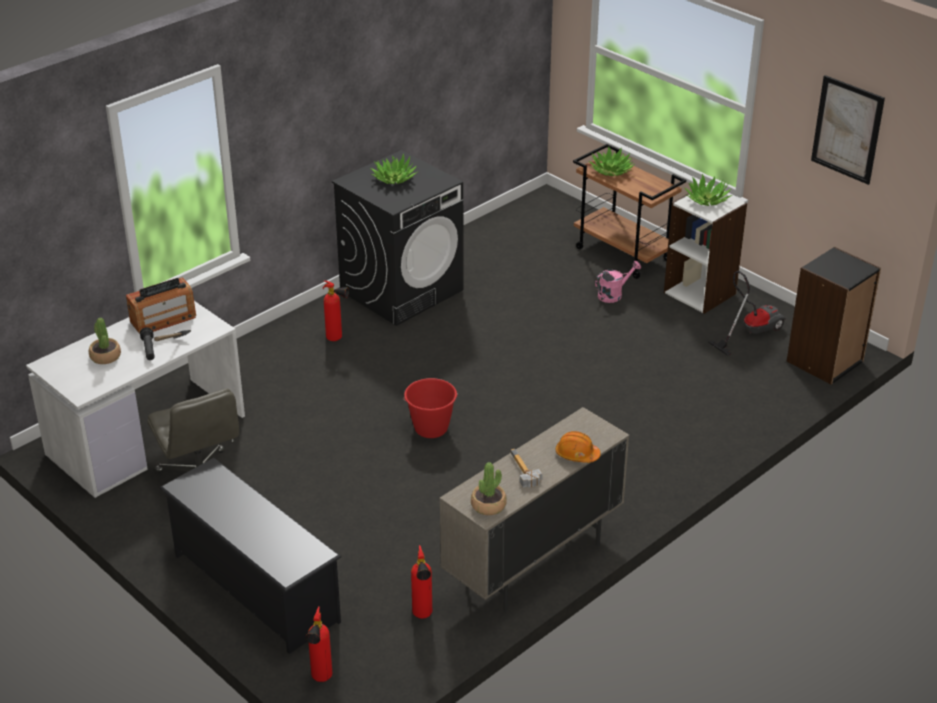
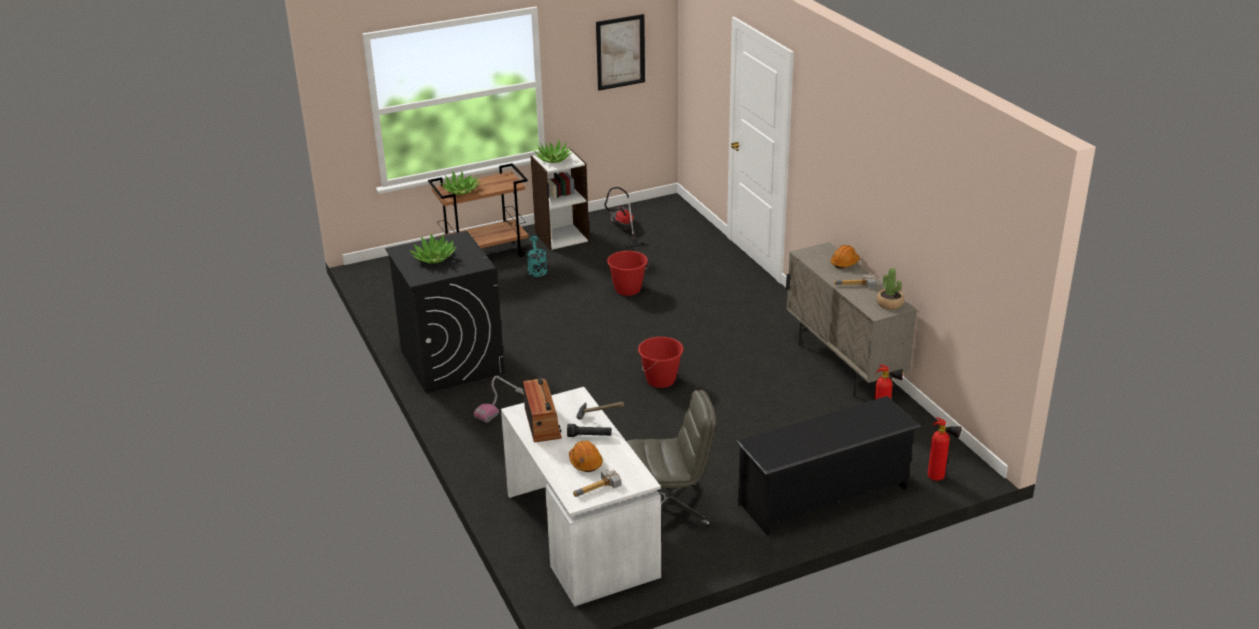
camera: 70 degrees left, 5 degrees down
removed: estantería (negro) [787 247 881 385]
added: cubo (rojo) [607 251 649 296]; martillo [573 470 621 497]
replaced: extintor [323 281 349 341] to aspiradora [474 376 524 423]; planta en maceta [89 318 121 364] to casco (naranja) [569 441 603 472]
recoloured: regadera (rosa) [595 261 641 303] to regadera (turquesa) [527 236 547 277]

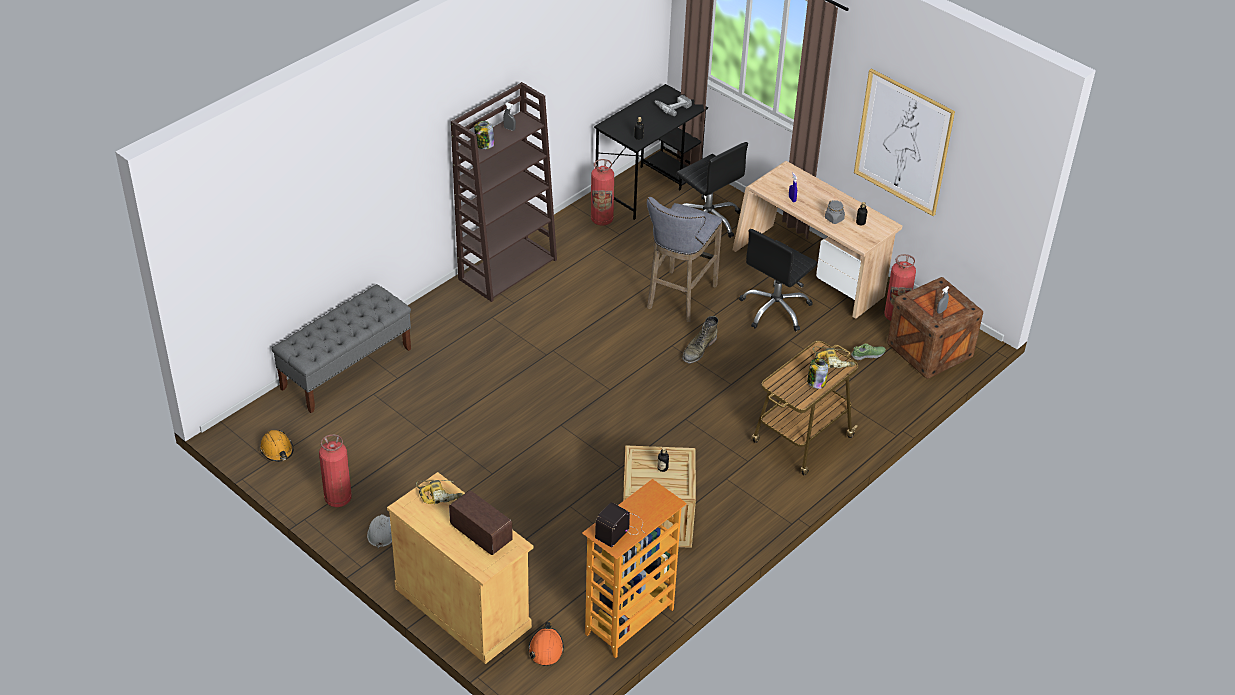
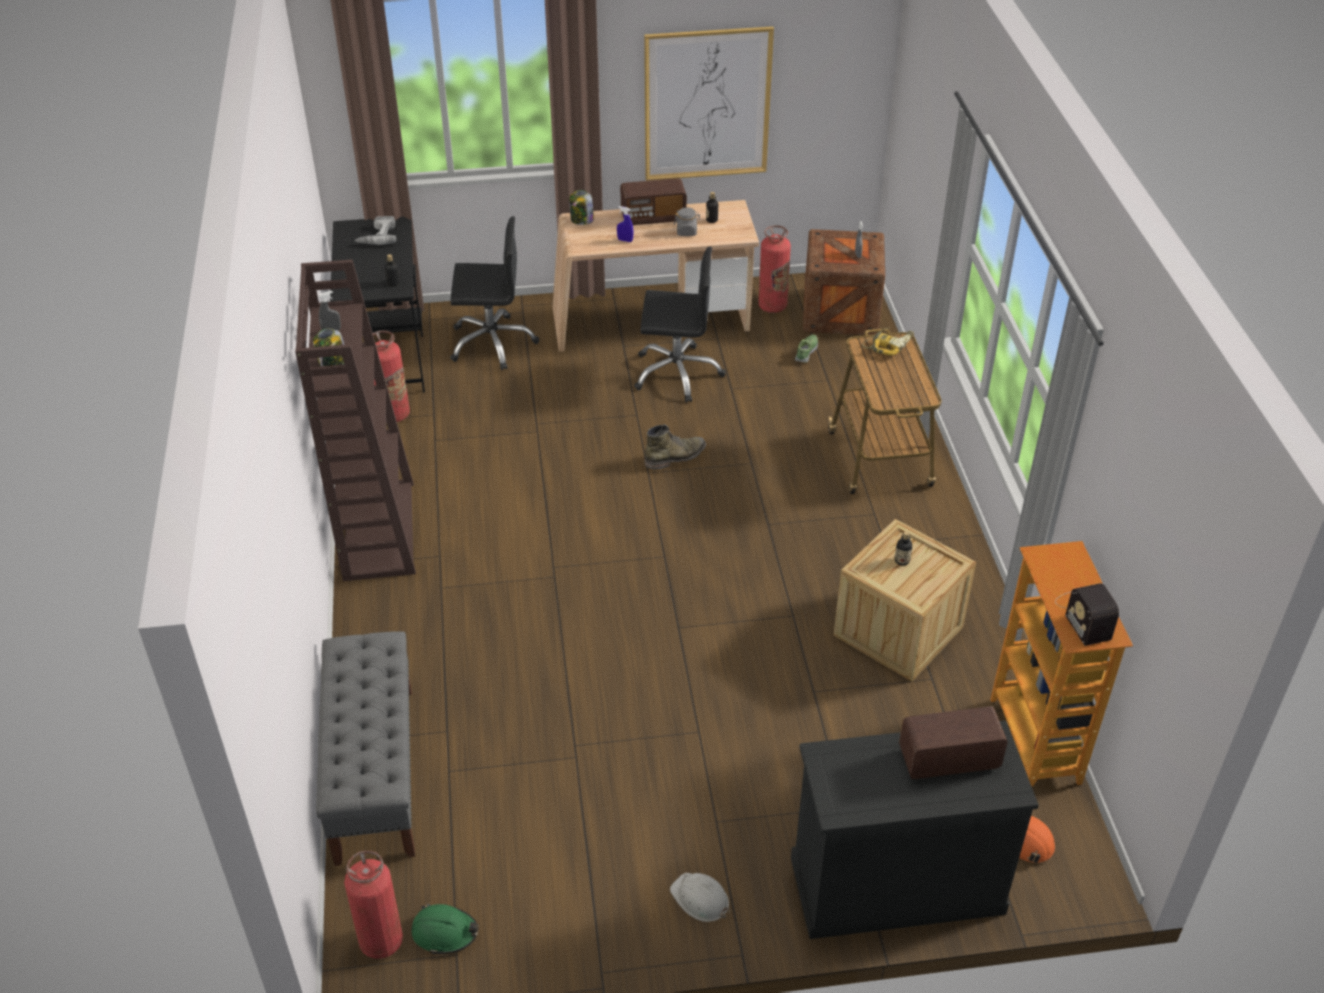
camera: 50 degrees left, 0 degrees up
removed: taburete (gris) [647 197 723 322]; taladro [416 480 464 504]
added: radio [620 178 687 225]
moved: tarro [807 358 828 389] to [569 190 594 225]; extintor [319 434 352 507] to [344 851 403 959]
recoloured: casco (naranja) [260 430 293 462] to casco (verde) [411 903 479 954]; armario (beis) [387 472 534 664] to armario (negro) [791 721 1039 939]
turned: silla de oficina (negro) [739 229 817 331] = [634 246 726 403] 75 degrees counterclockwise; bota (verde) [682 316 718 364] = [644 424 706 469] 105 degrees counterclockwise

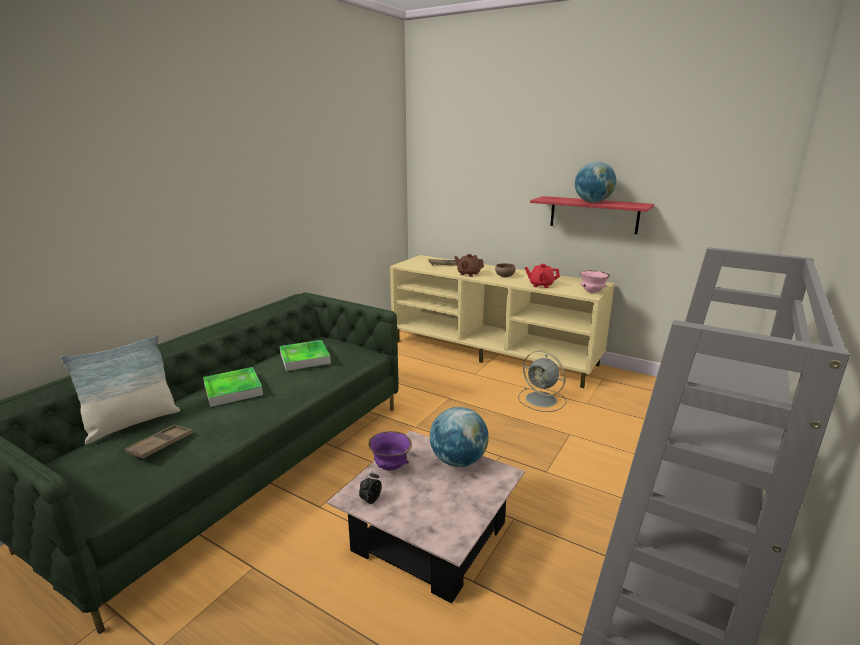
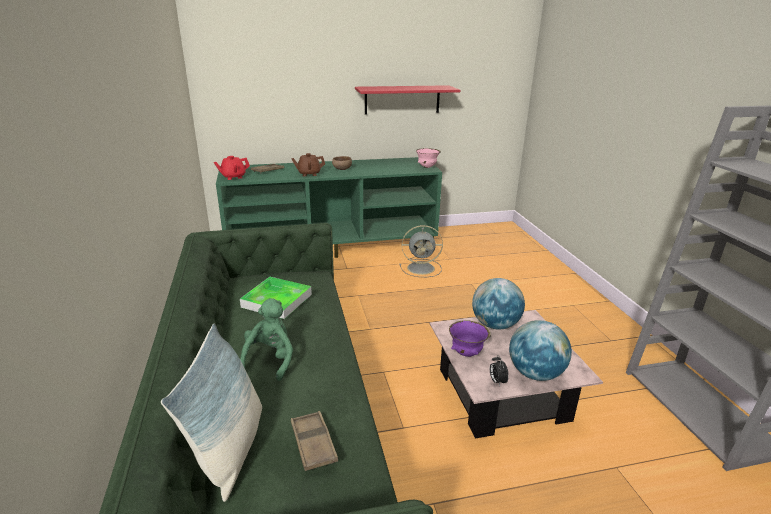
camera: 45 degrees left, 5 degrees up
moved: globo terráqueo [575 161 616 203] to [509 320 572 381]; tetera (rojo) [525 264 560 288] to [214 156 250 180]
replaced: bandeja [203 367 263 407] to peluche (verde) [240 298 293 381]
recoloured: mueble de televisión (beis) [390 255 615 388] to mueble de televisión (verde) [216 157 442 258]

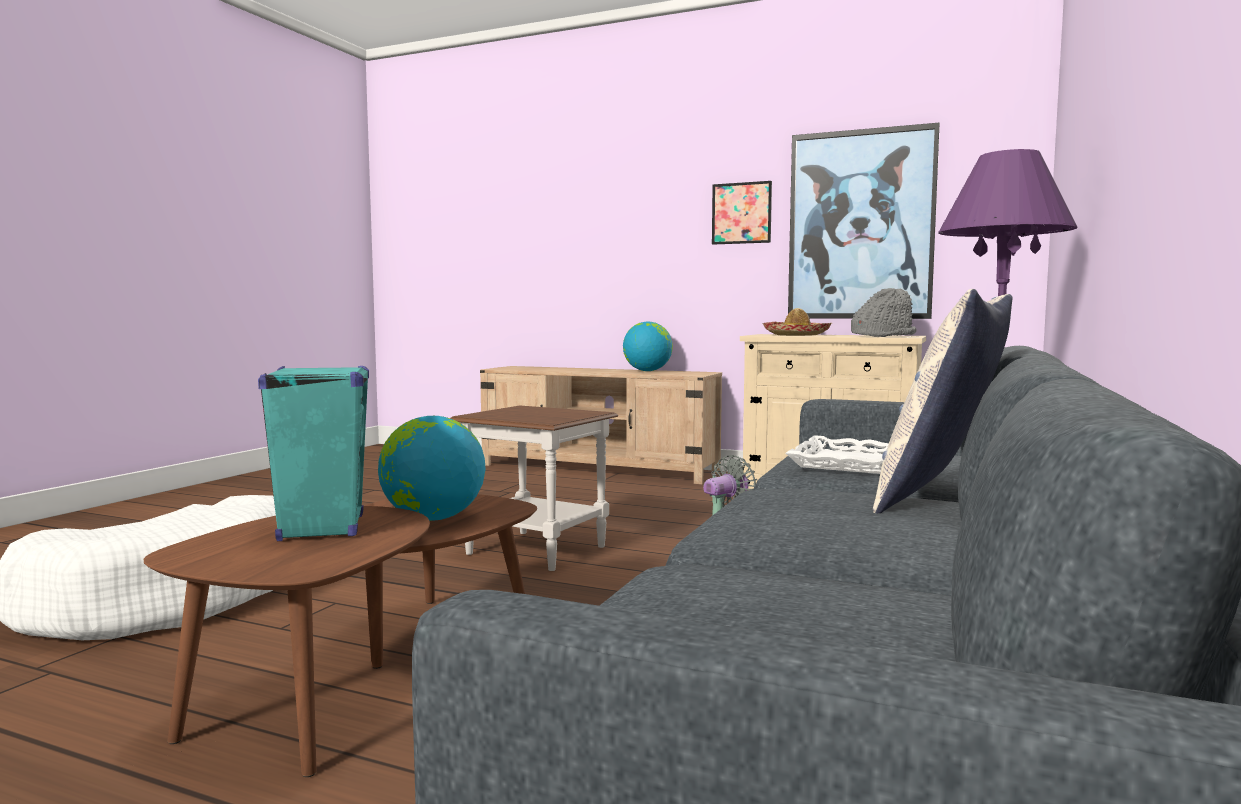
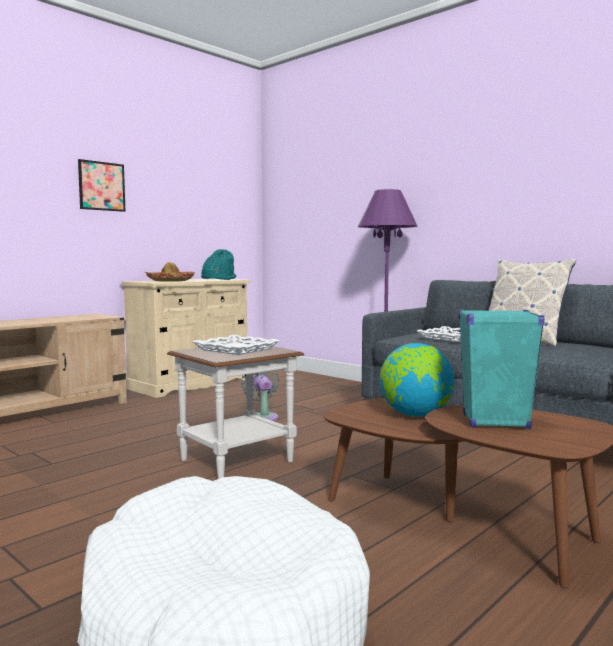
camera: 70 degrees left, 0 degrees up
removed: cuadro [788 122 940 319]; globo terráqueo [623 322 673 371]
added: bandeja (blanco) [193 335 279 355]
recoloured: sombrero (gris) [851 288 917 337] to sombrero (turquesa) [201 249 236 280]

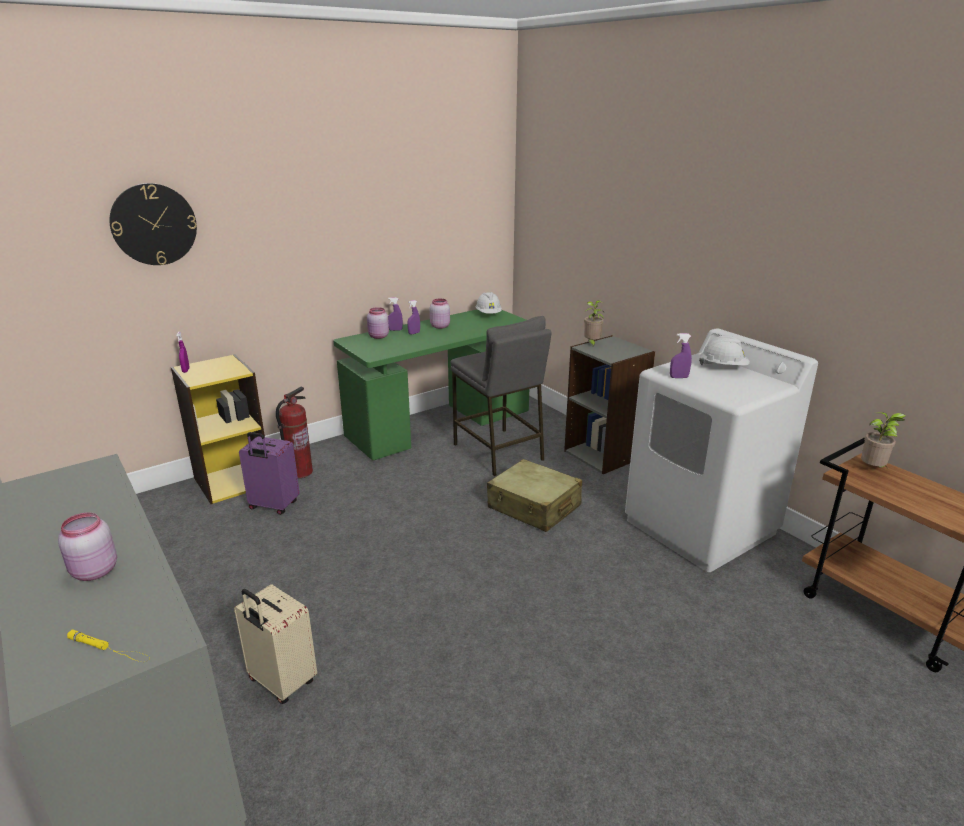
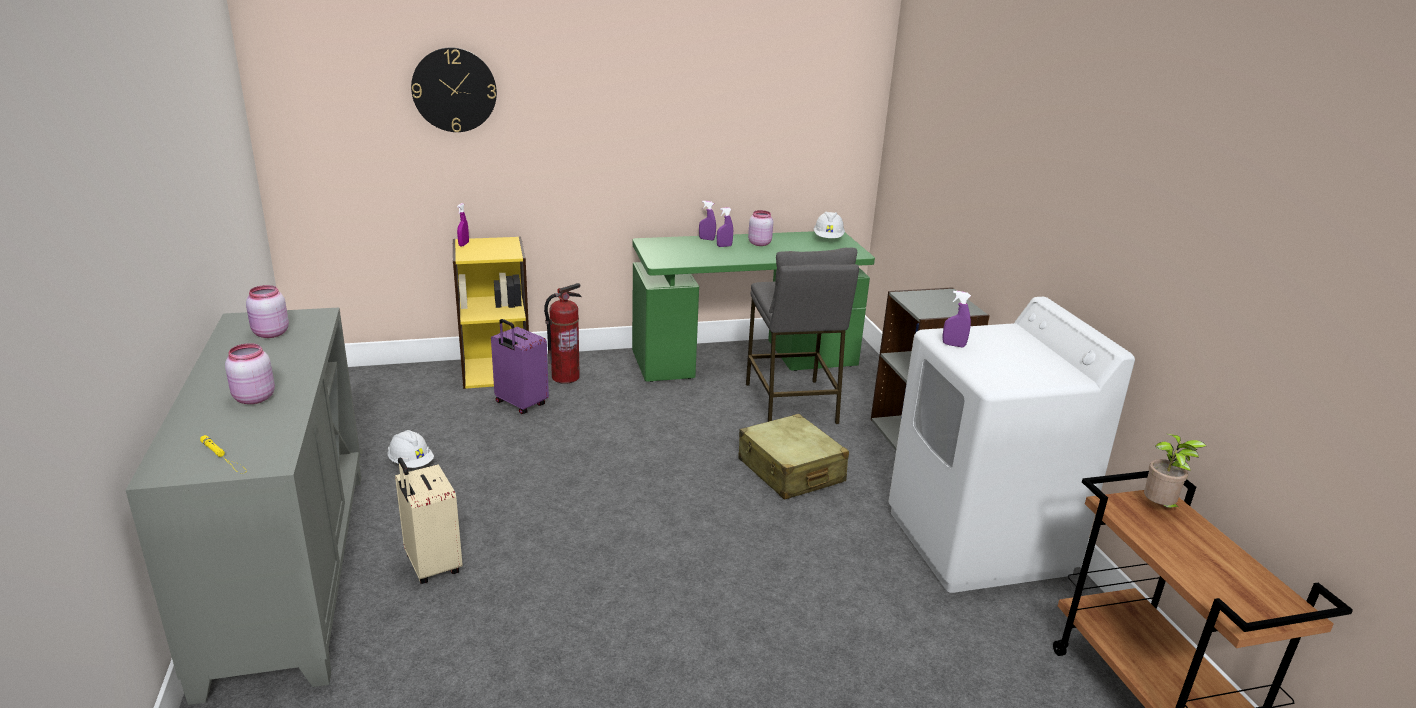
camera: 20 degrees right, 0 degrees up
removed: planta en maceta [584 300 604 346]
moved: tarro (rosa) [367 307 389 339] to [246 285 289 338]; casco (blanco) [699 336 750 366] to [388 430 434 468]

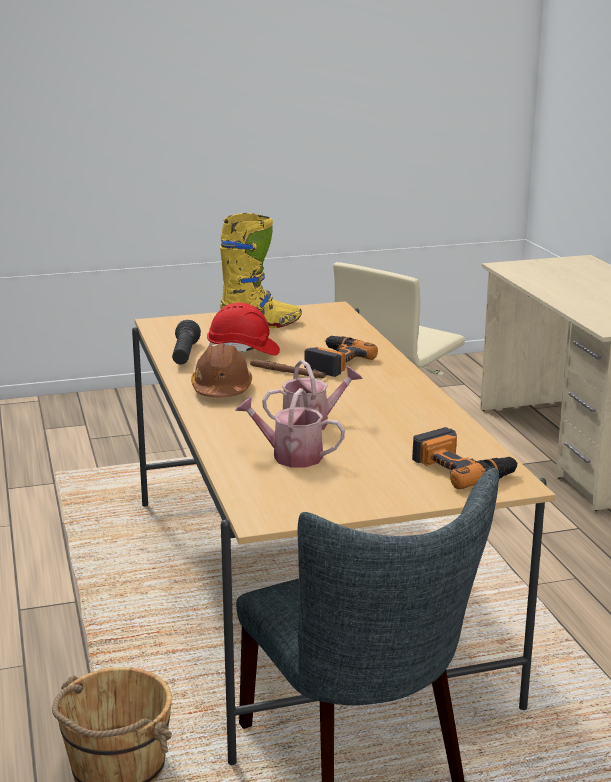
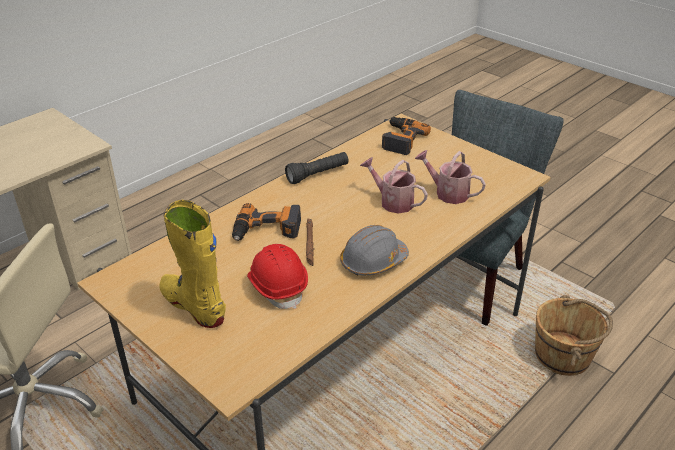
camera: 120 degrees left, 15 degrees up
moved: linterna (negro) [172 320 201 365] to [285 152 348 184]
recoloured: casco (marrón) [191 343 252 397] to casco (gris) [340 225 409 276]
turned: regadera [235 388 345 467] = [415 150 486 204] 135 degrees clockwise

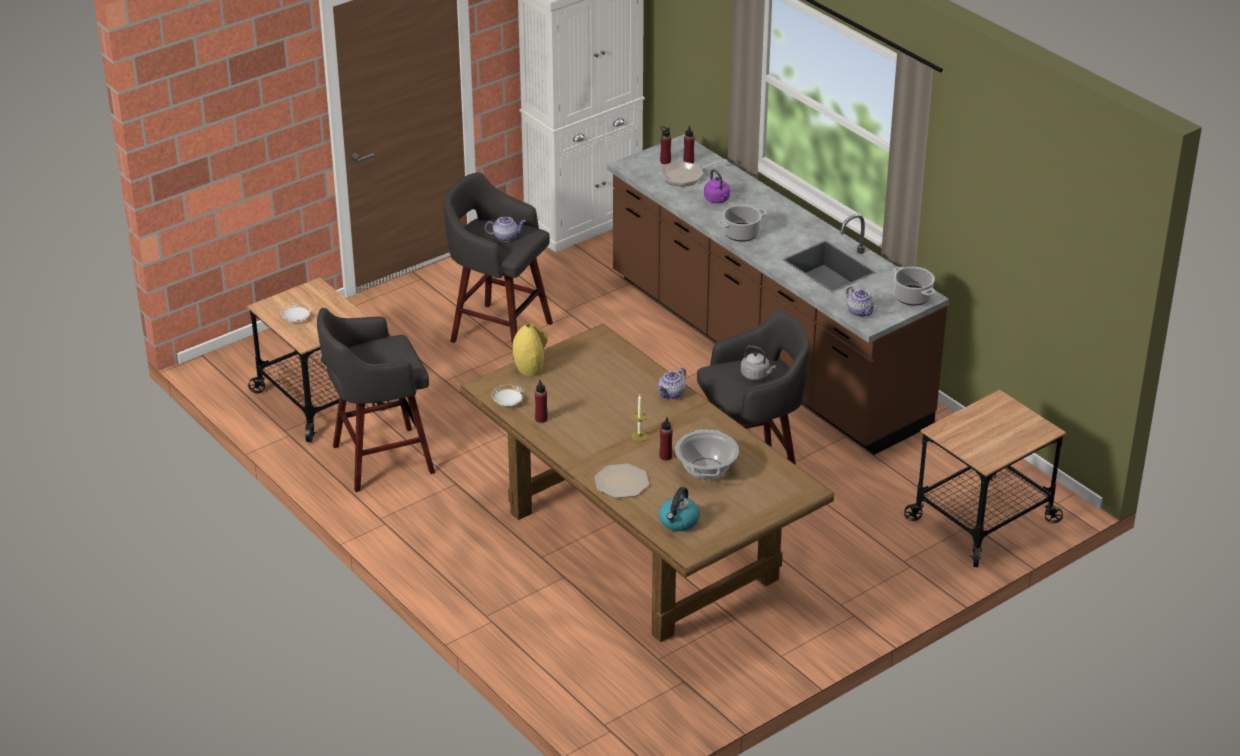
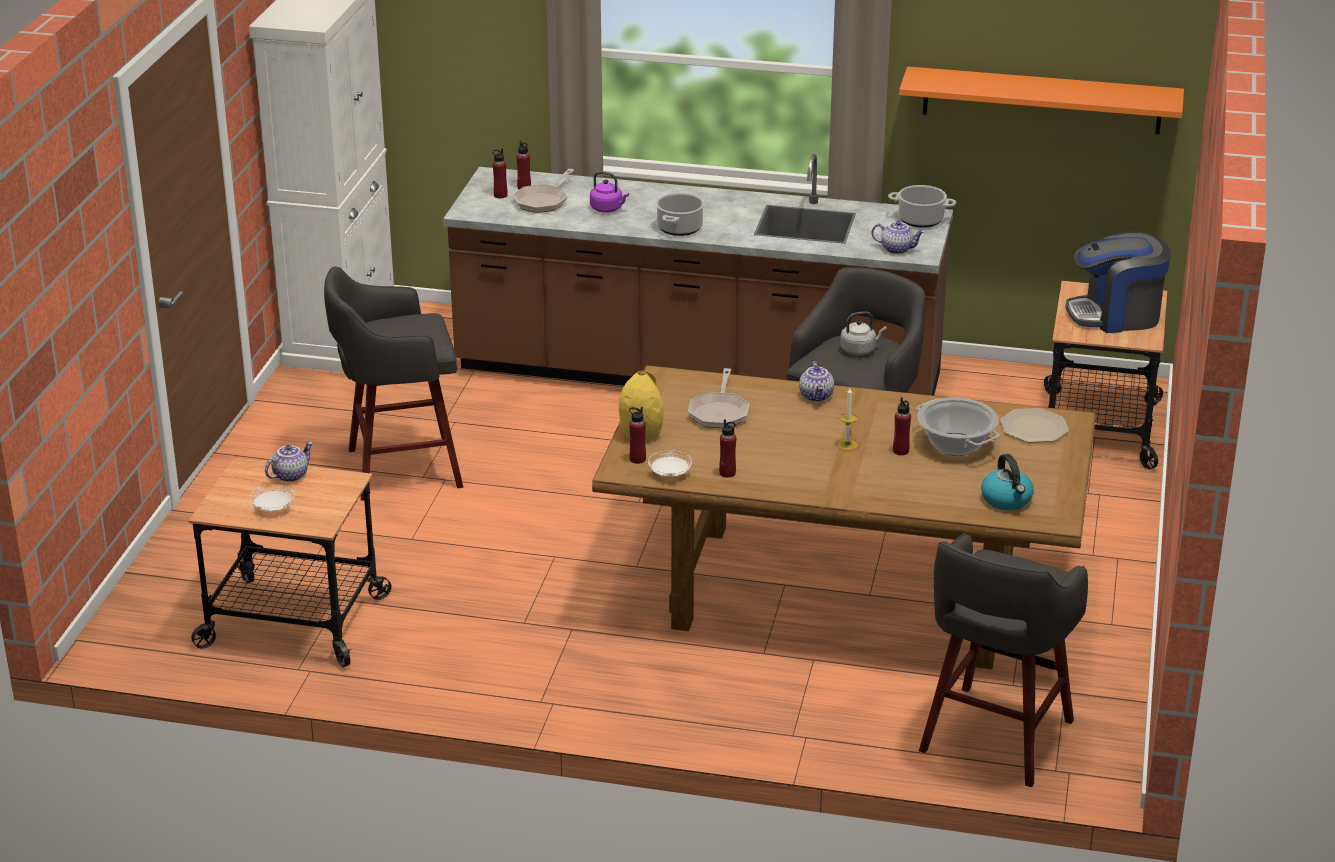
camera: 40 degrees left, 5 degrees down
added: estante (naranja) [899 66 1184 134]; cafetera [1066 231 1171 333]; sartén [688 368 750 428]; botella (rojo) [629 407 646 464]
moved: tetera [485 216 526 242] to [265 442 313 482]; taburete (gris) [317 308 435 492] to [919 533 1088 787]; plato [594 464 649 498] to [1000 408 1069 443]

